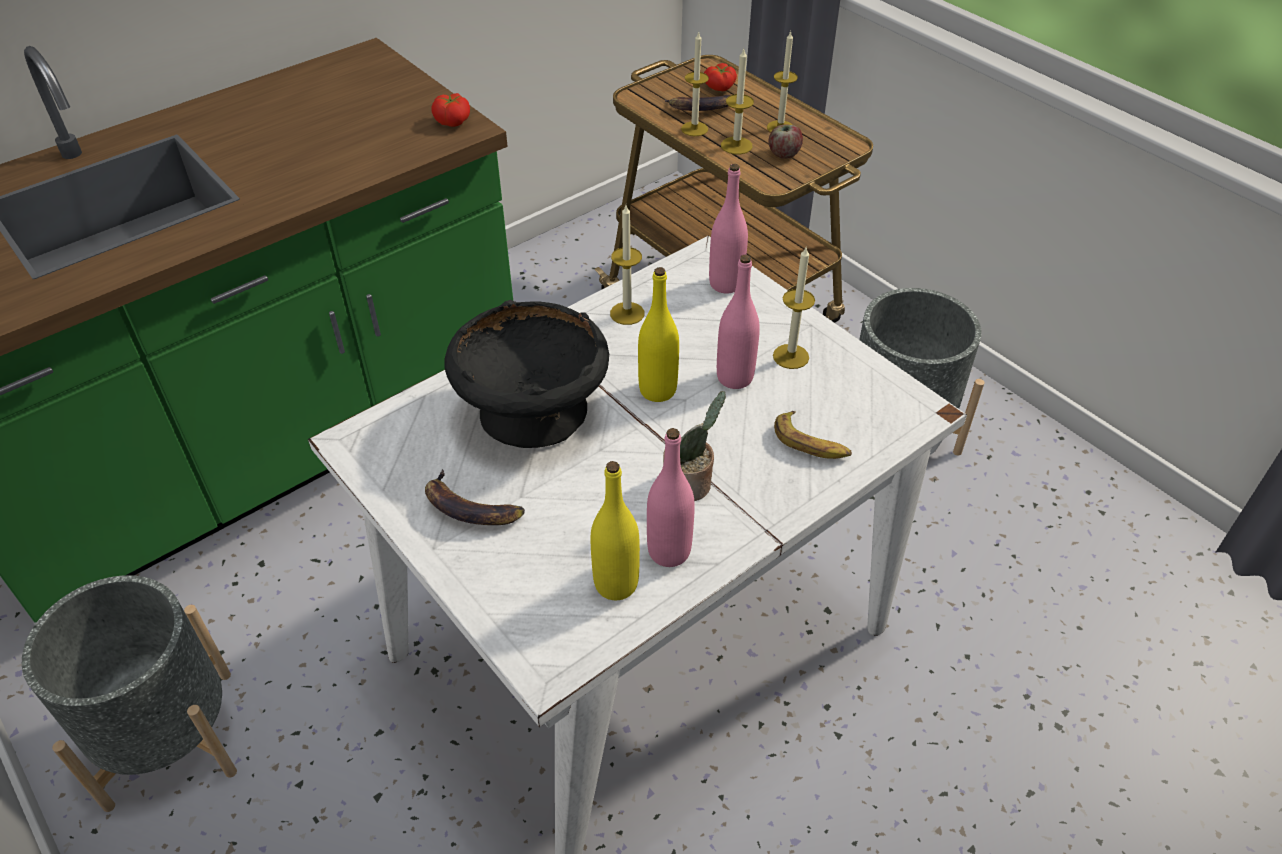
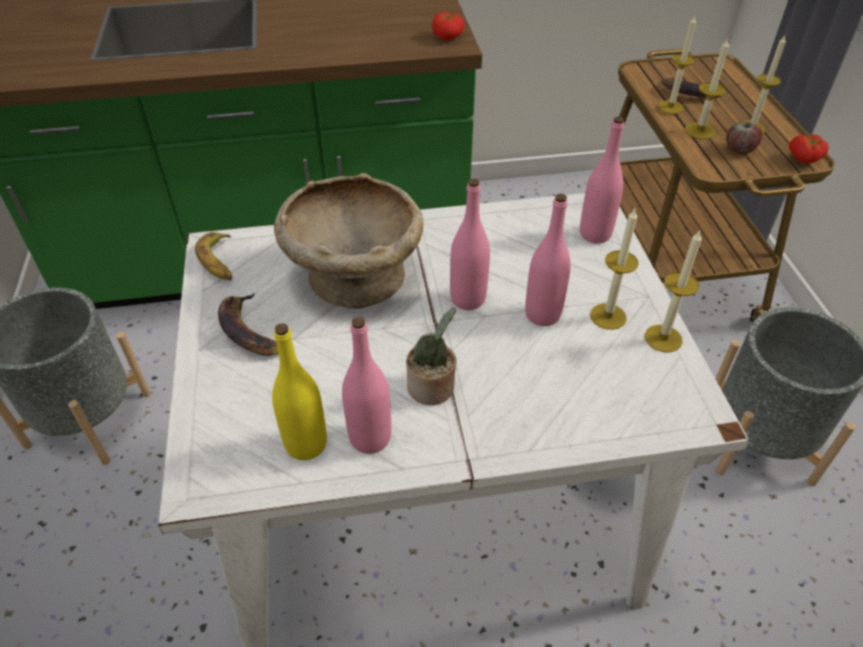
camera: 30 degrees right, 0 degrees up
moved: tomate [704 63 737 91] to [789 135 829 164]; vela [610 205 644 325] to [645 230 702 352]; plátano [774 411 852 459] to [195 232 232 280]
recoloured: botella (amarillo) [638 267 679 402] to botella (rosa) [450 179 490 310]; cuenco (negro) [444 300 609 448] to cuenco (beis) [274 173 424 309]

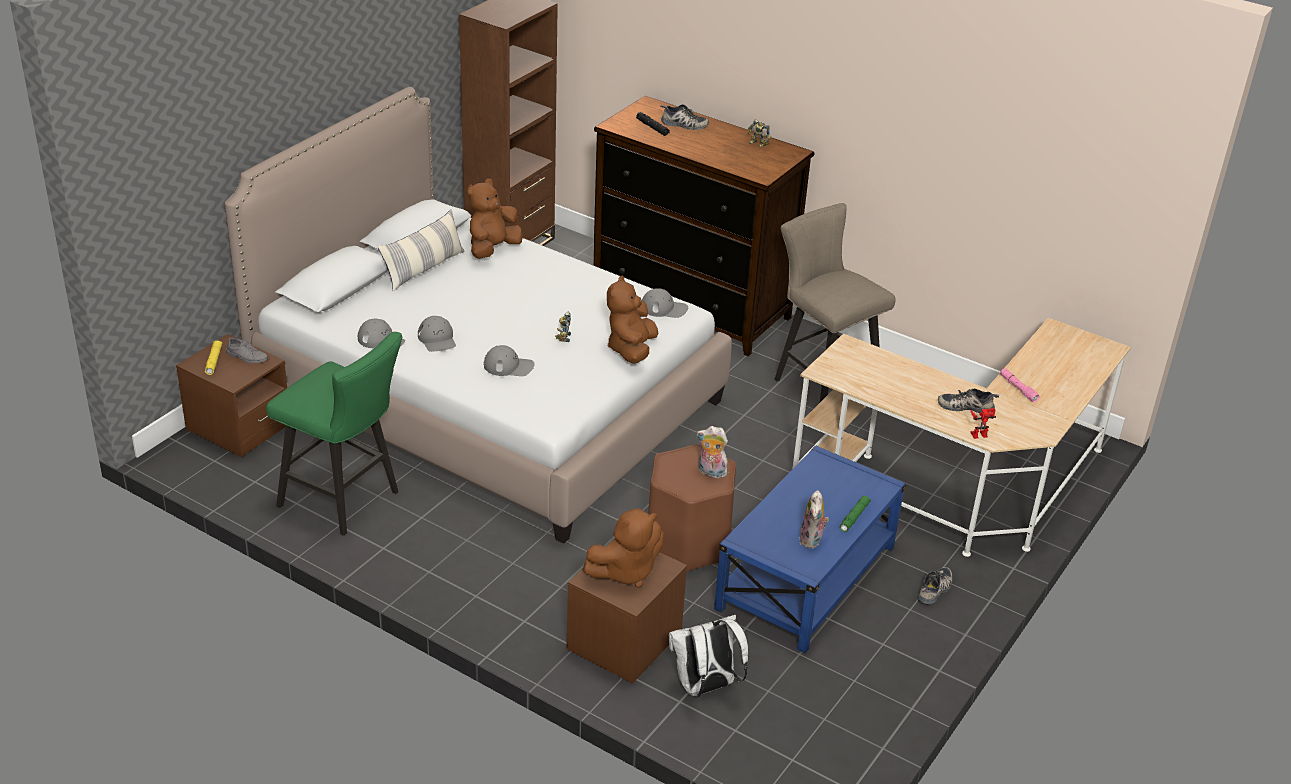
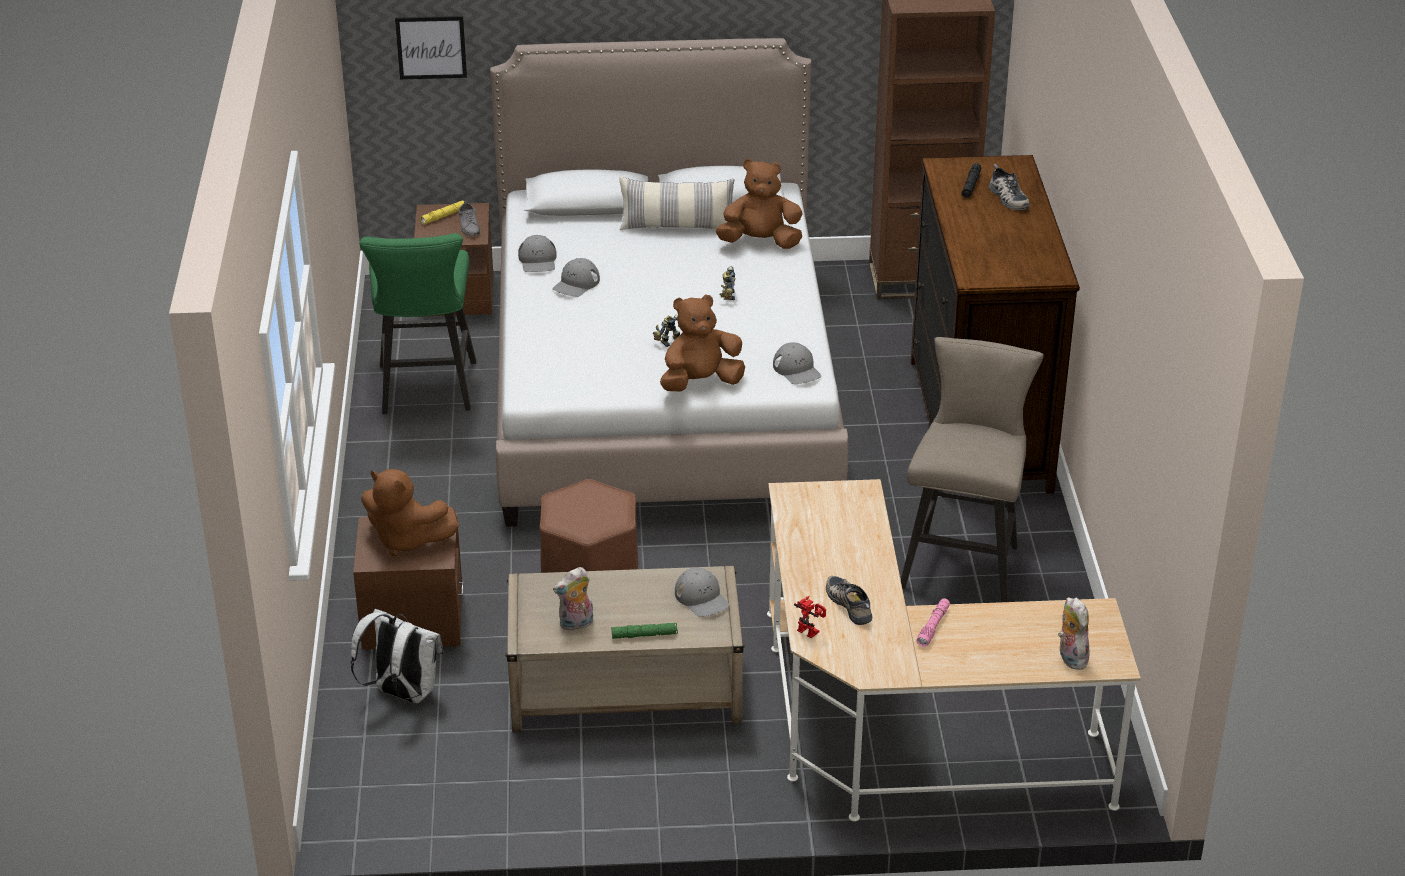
camera: 55 degrees right, 0 degrees up
removed: zapato [917 567 953 605]
added: cuadro [395 16 467 79]
moved: robot de juguete [748 119 771 147] to [720 266 736 300]; gorra (gris) [483 345 535 376] to [675 568 729 617]; peluche [697 426 728 478] to [1058 597 1090 670]
recoloured: mesa de centro (azul) [714 446 906 653] to mesa de centro (beis) [505 566 745 732]

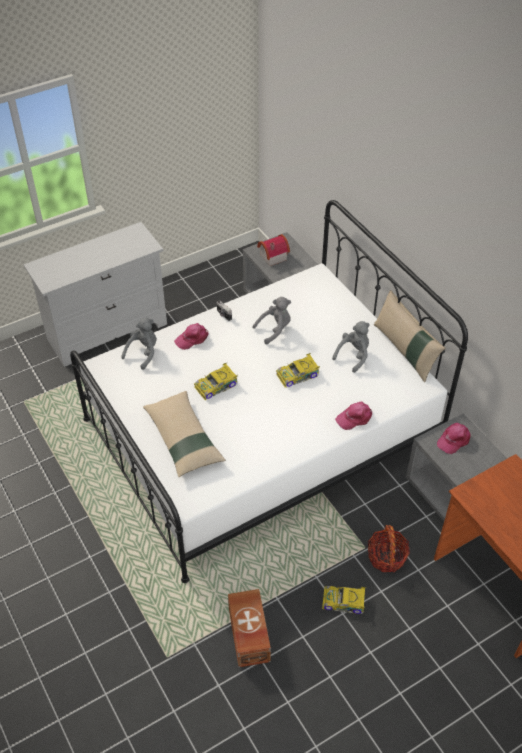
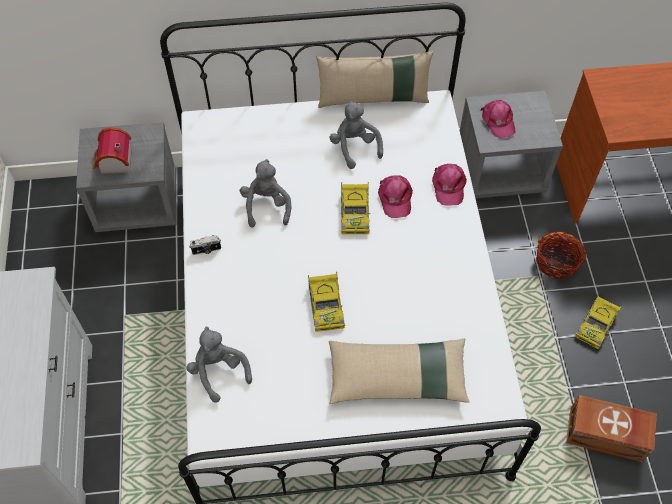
camera: 65 degrees left, 10 degrees up
moved: gorra (rosa) [174 323 209 350] to [378 175 413 218]

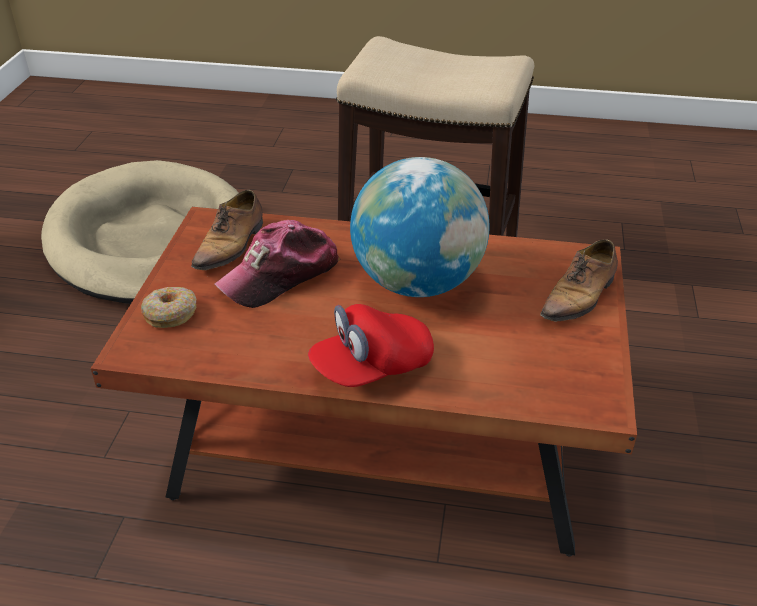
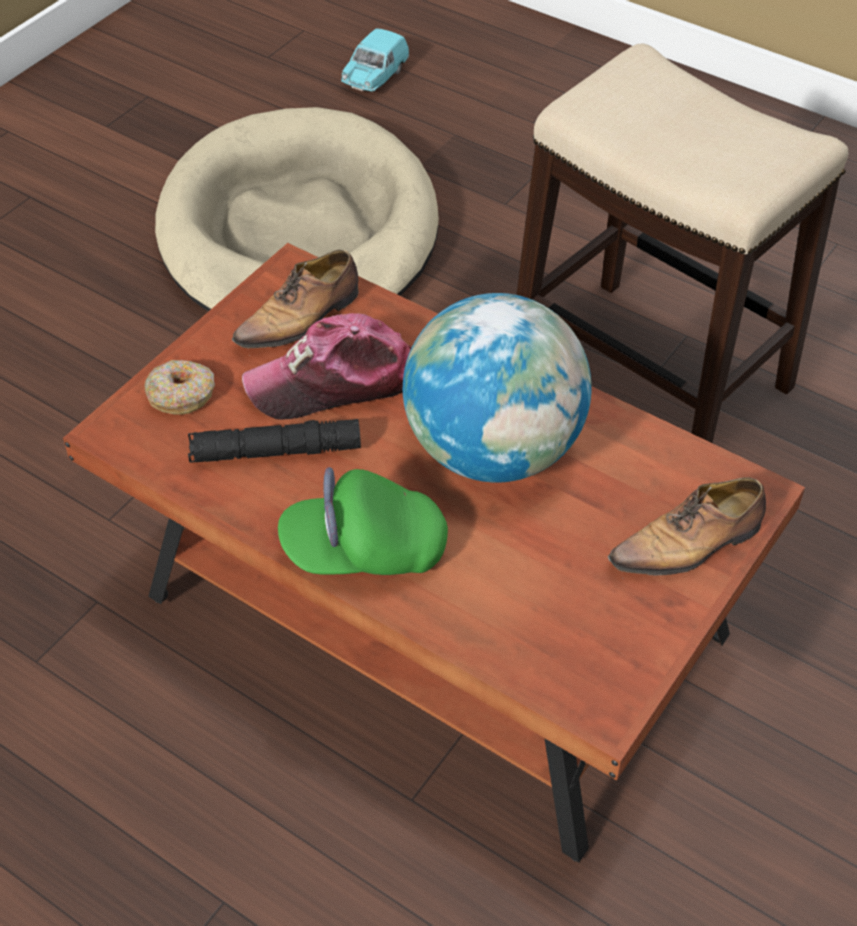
camera: 25 degrees right, 10 degrees up
added: coche de juguete (turquesa) [341 28 409 91]; linterna (negro) [188 419 361 462]
recoloured: gorra (rojo) [308 304 434 387] to gorra (verde) [278 467 448 575]

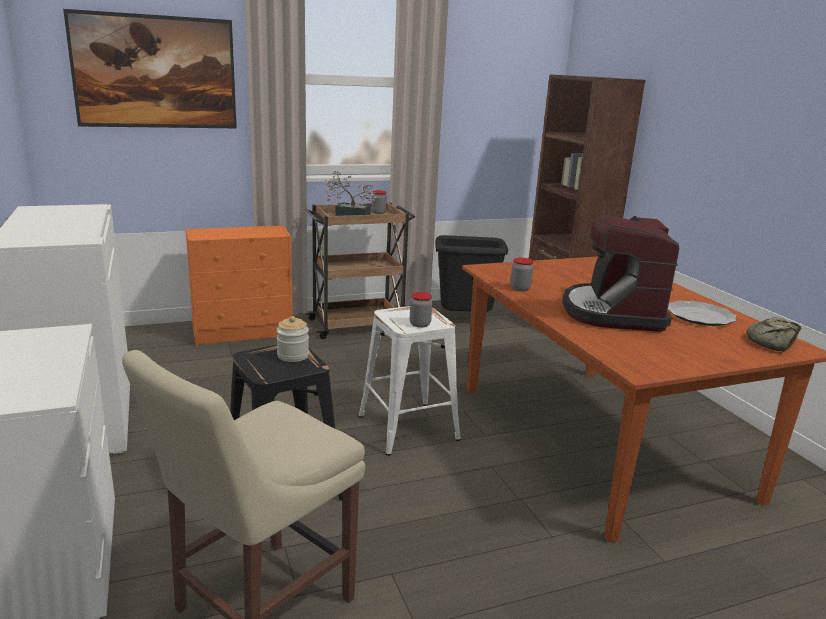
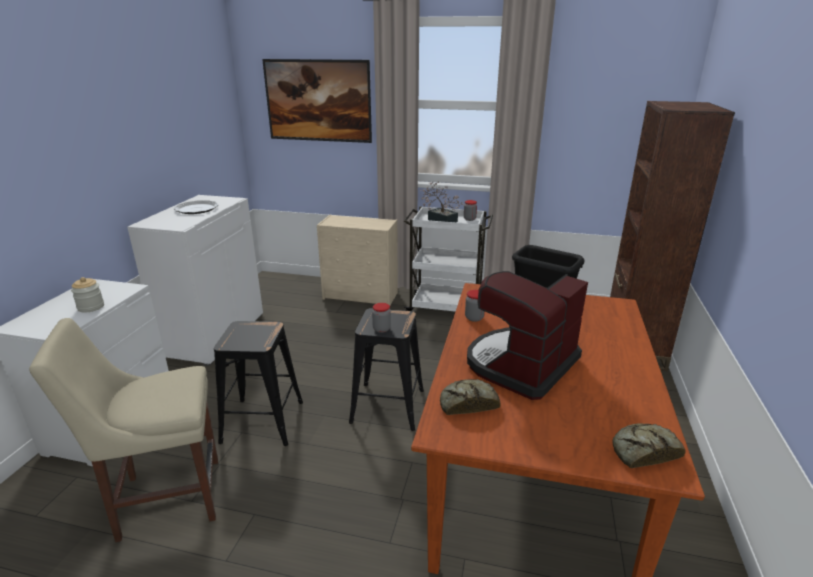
camera: 35 degrees right, 5 degrees up
added: pan [440 379 501 415]
moved: plato [668 301 736 326] to [174 200 219 214]; tarro [276 316 309 362] to [71 277 104 313]
recoloured: carrito (marrón) [305 203 415 339] to carrito (blanco) [403 206 493 312]; cómoda (naranja) [186 225 293 347] to cómoda (beis) [317 215 398 305]; taburete (blanco) [358 306 461 456] to taburete (negro) [349 308 424 431]

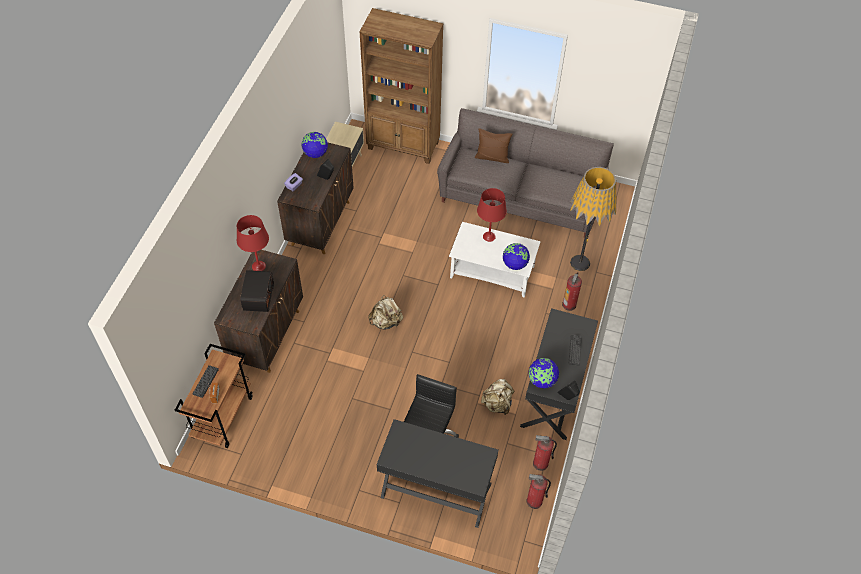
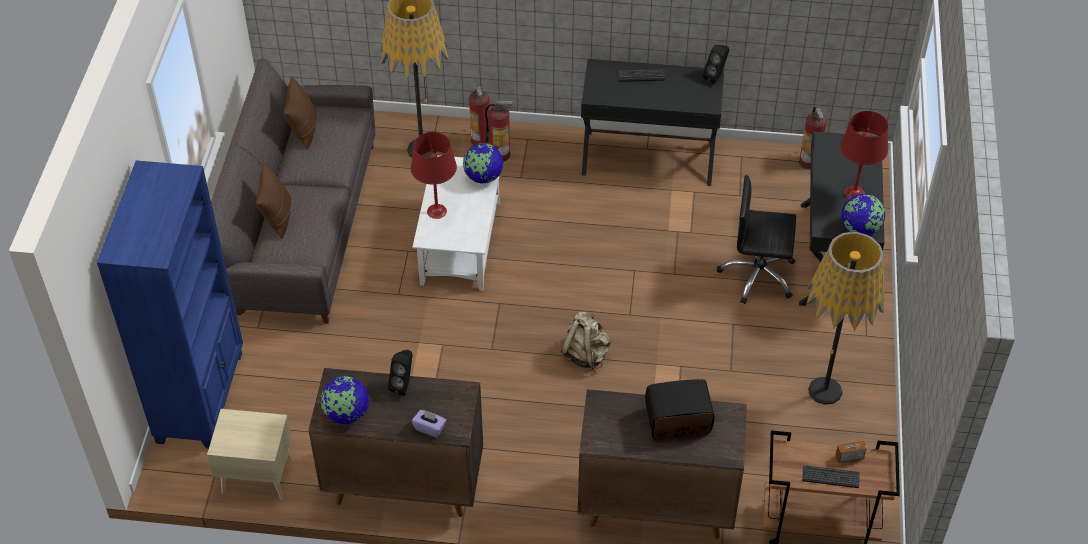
camera: 100 degrees left, 5 degrees down
removed: mochila (beis) [481 379 514 415]
added: cojín (marrón) [283 76 317 150]; lámpara de pie [806 232 884 405]
moved: lámpara de mesa (rojo) [237 215 269 271] to [840 111 888 199]; globo terráqueo [529 358 559 388] to [841 194 885 236]; extintor [533 435 557 471] to [469 85 490 145]
recoloured: estantería (marrón) [359 8 443 164] to estantería (azul) [97 160 243 449]

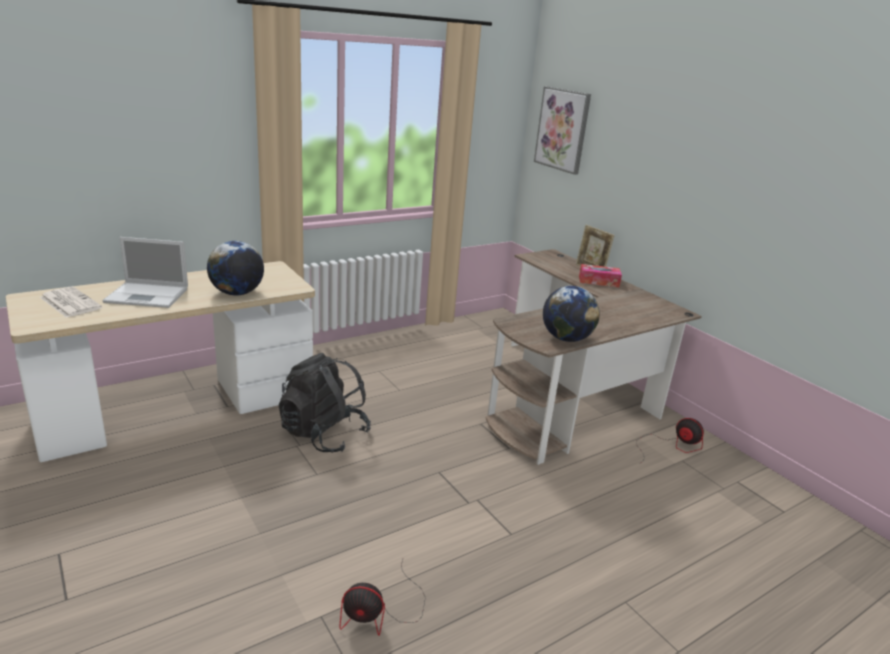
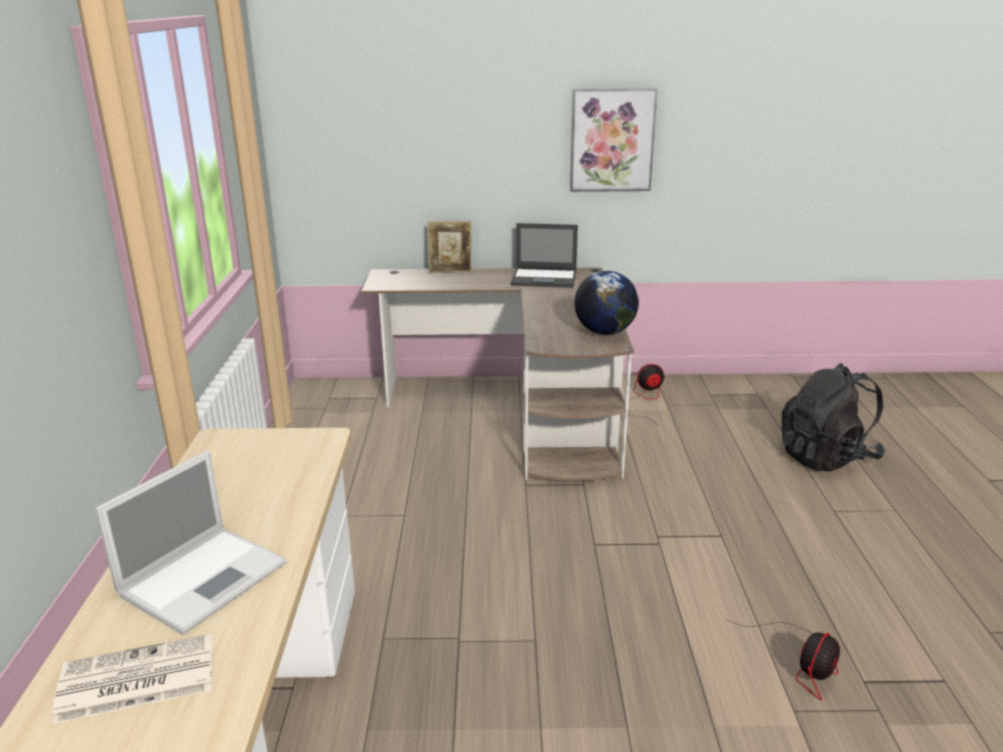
camera: 55 degrees left, 0 degrees up
removed: globo terráqueo [207 241 264 295]; caja de pañuelos [579 264 622 287]
added: portátil [511 223 578 288]
moved: cuadro [534 86 591 175] to [570 88 658 192]; mochila (negro) [278 353 371 453] to [782 363 885 471]

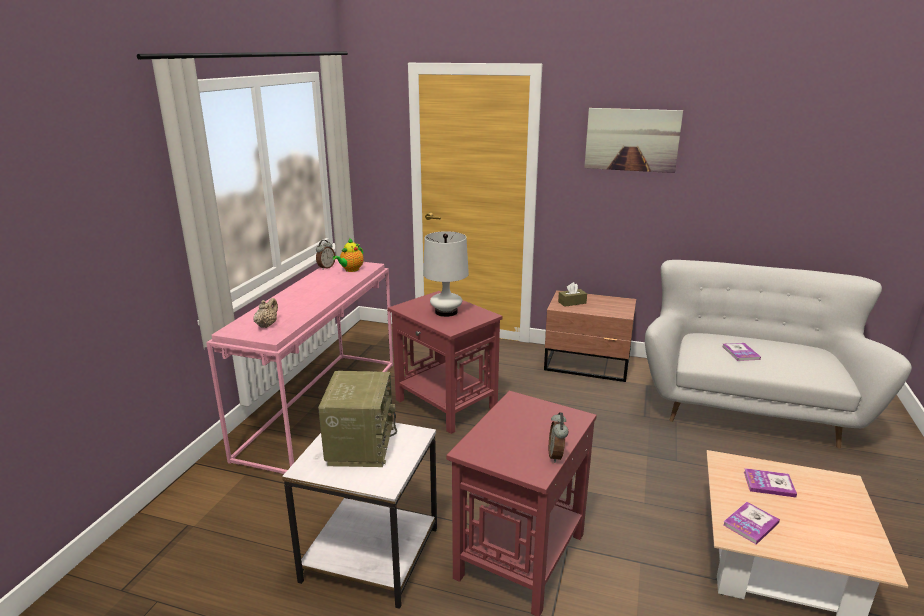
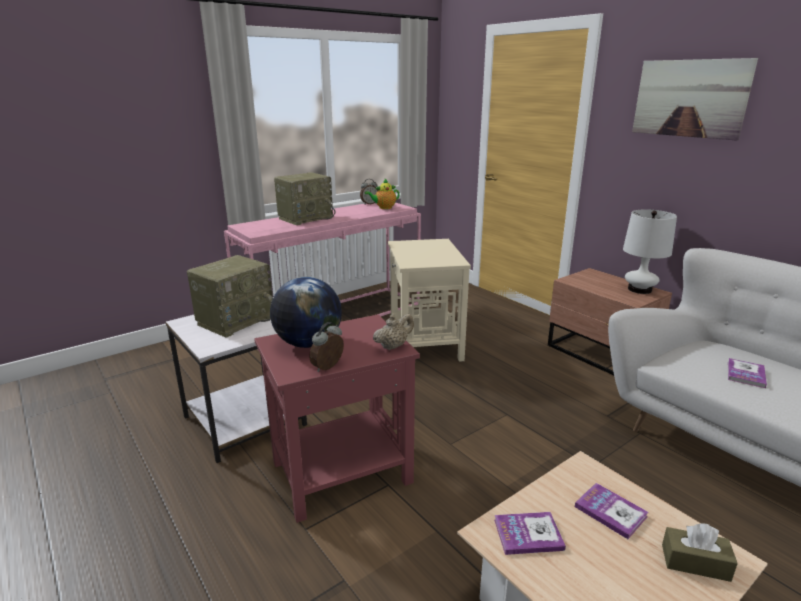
camera: 35 degrees right, 0 degrees up
added: radio [274 172 335 225]; globo terráqueo [270 277 342 348]
moved: lámpara de mesa (blanco) [423 231 469 317] to [623 209 677 294]; caja de pañuelos (marrón) [558 282 587 307] to [662 524 738 582]; tetera (beis) [253 298 278 328] to [373 314 414 350]
recoloured: mesa auxiliar (rojo) [388 291 503 434] to mesa auxiliar (beis) [388 239 471 362]

